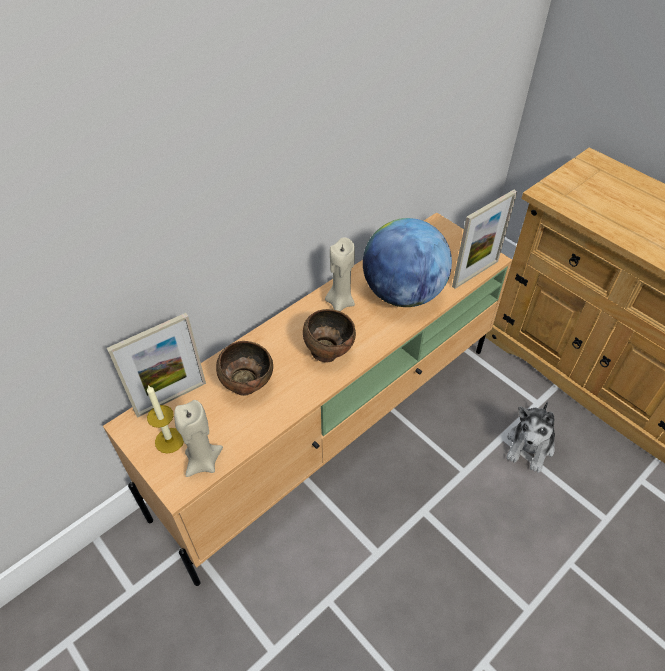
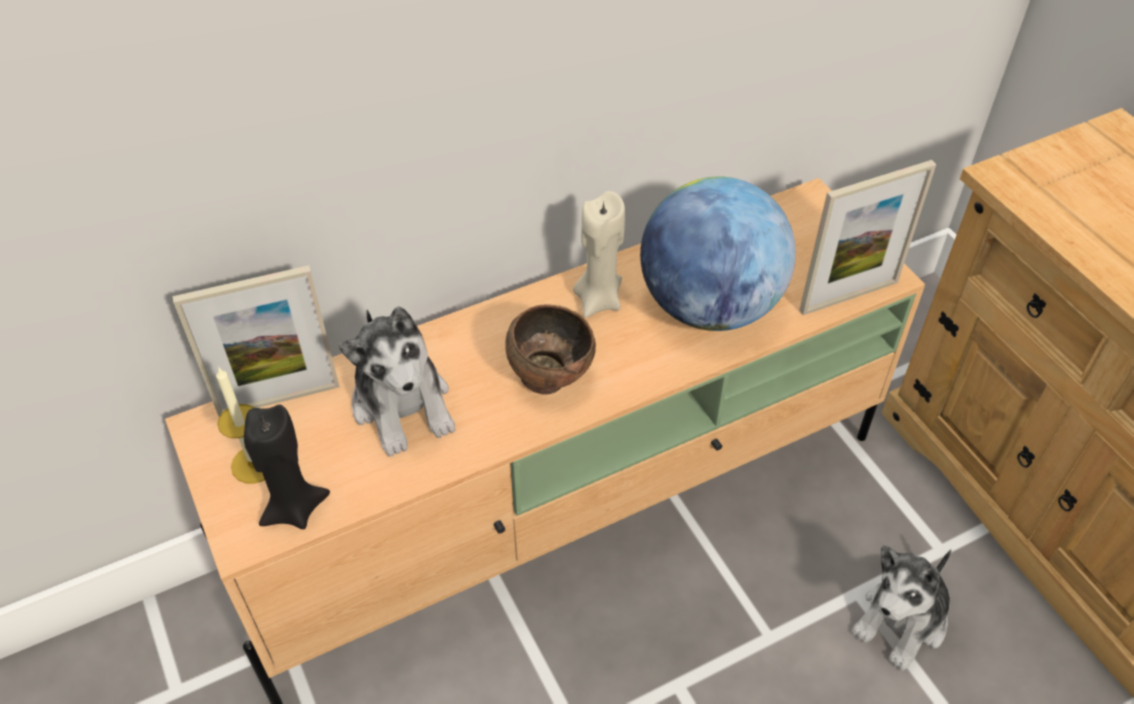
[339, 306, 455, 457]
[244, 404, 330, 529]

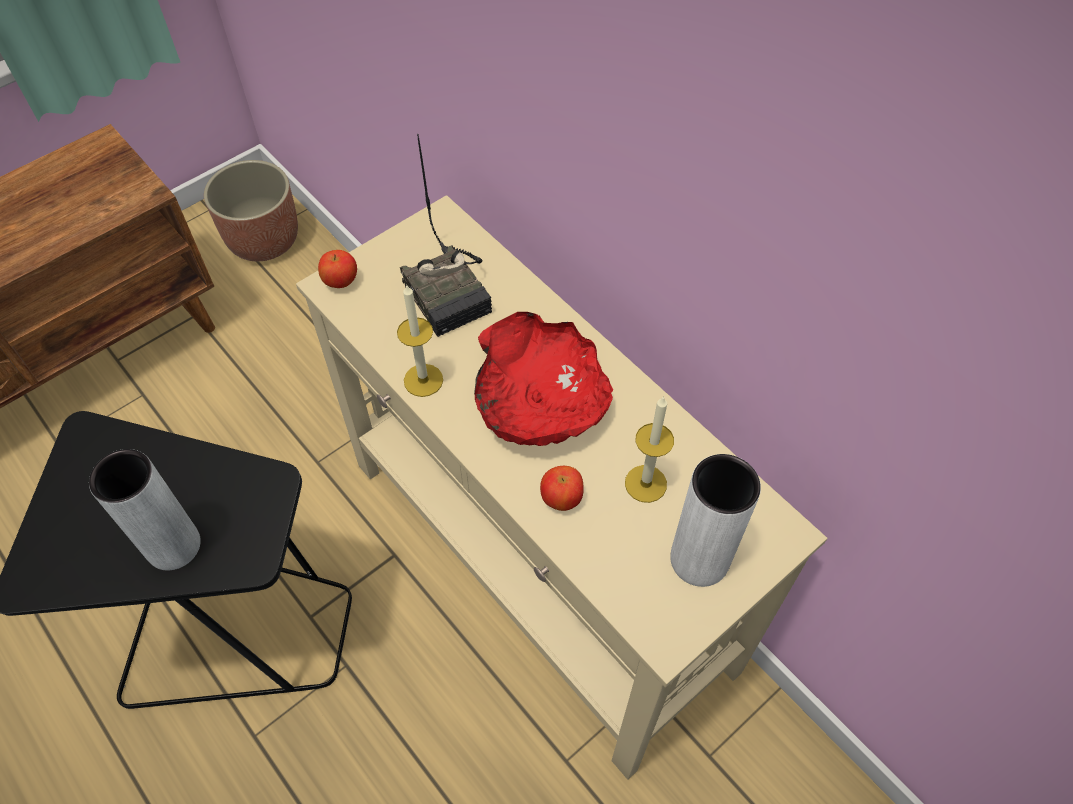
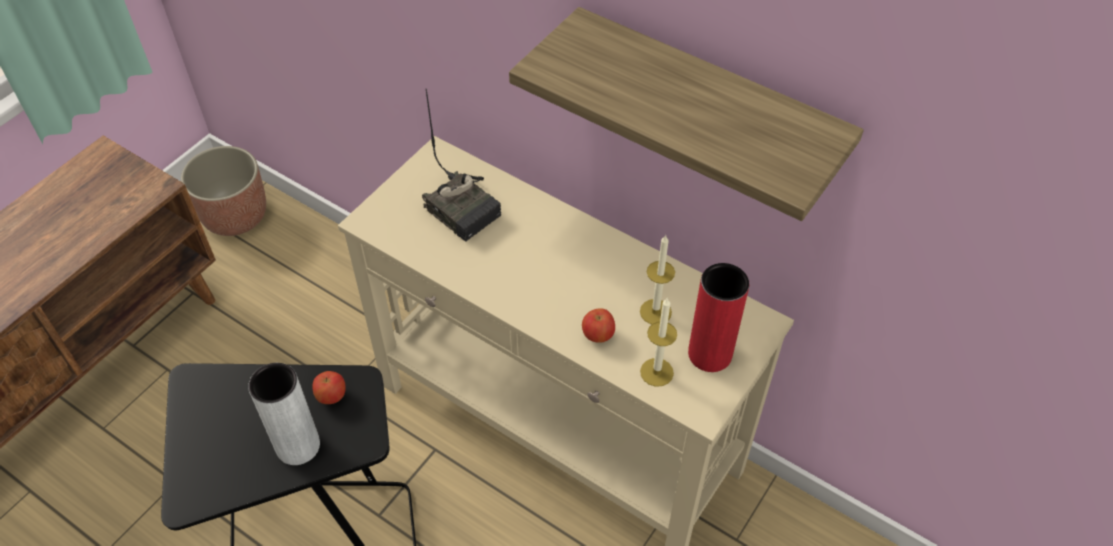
[312, 371, 346, 404]
[640, 297, 677, 387]
[474, 312, 613, 446] (first image)
[688, 263, 749, 372]
[509, 7, 864, 221]

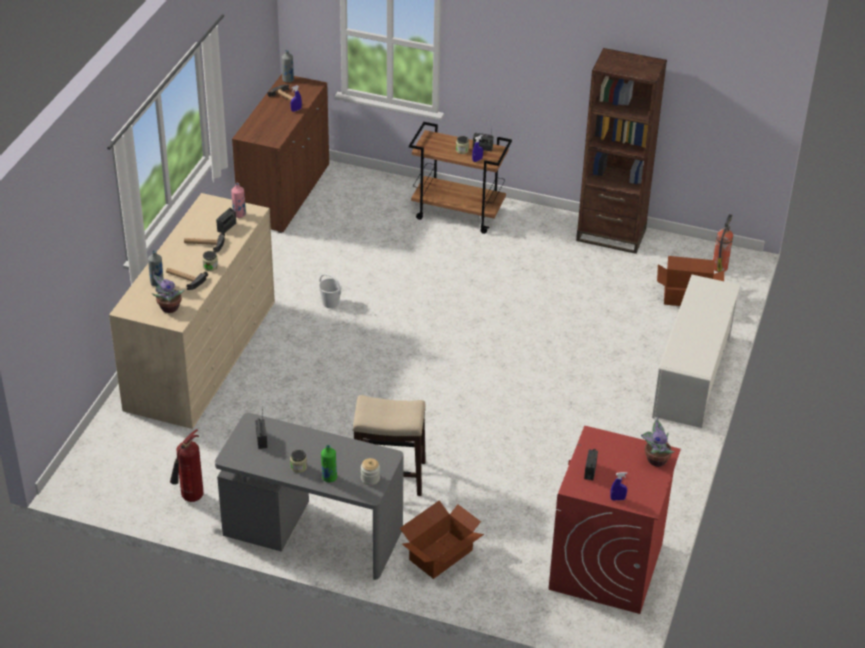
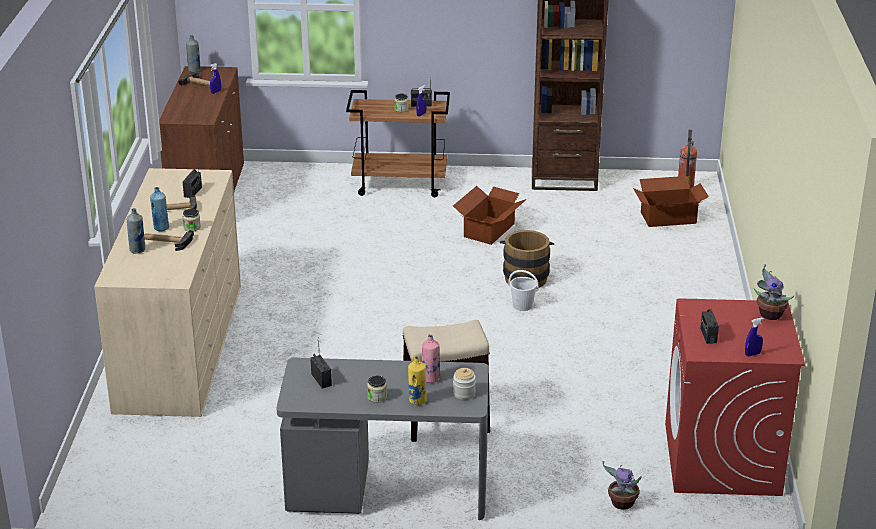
[422, 334, 440, 383]
[603, 461, 642, 510]
[508, 270, 539, 311]
[652, 275, 741, 428] (first image)
[170, 429, 203, 502] (first image)
[408, 356, 427, 405]
[453, 186, 527, 245]
[150, 187, 169, 231]
[500, 230, 554, 289]

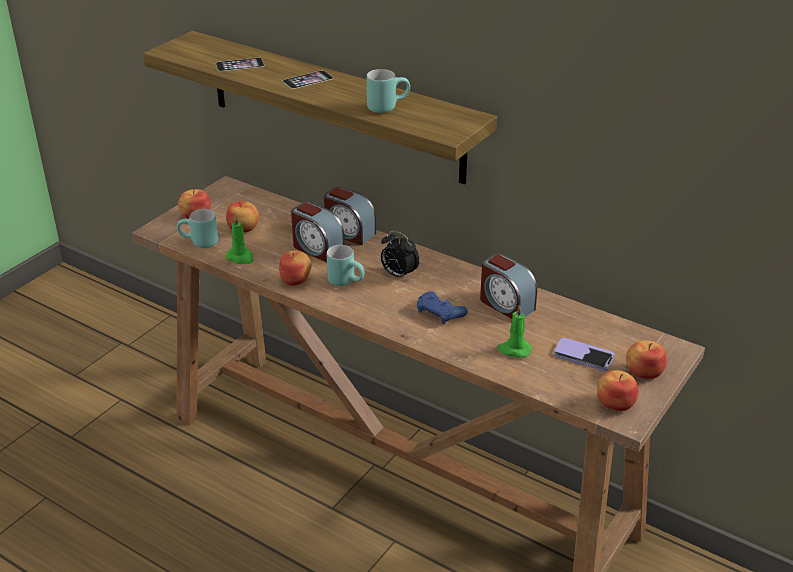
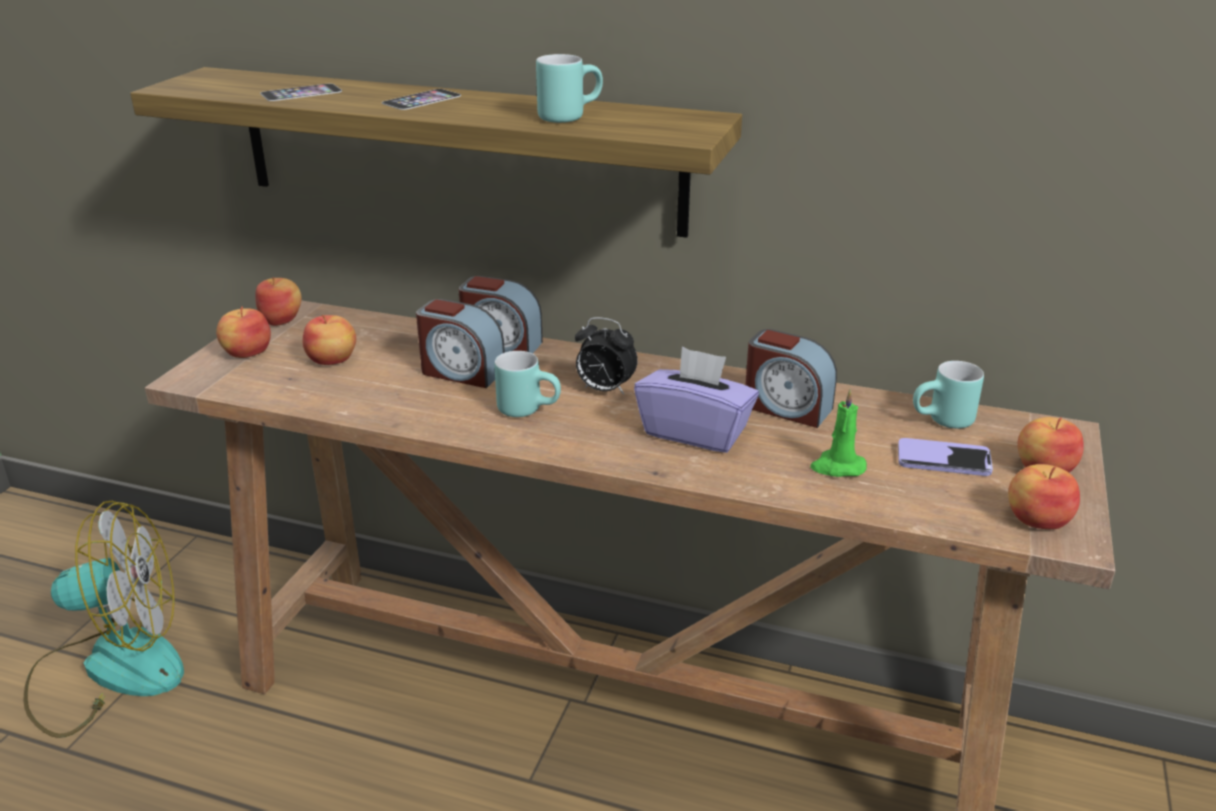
[913, 361, 984, 429]
[226, 215, 253, 264] (first image)
[255, 277, 302, 326]
[634, 347, 759, 453]
[24, 501, 184, 738]

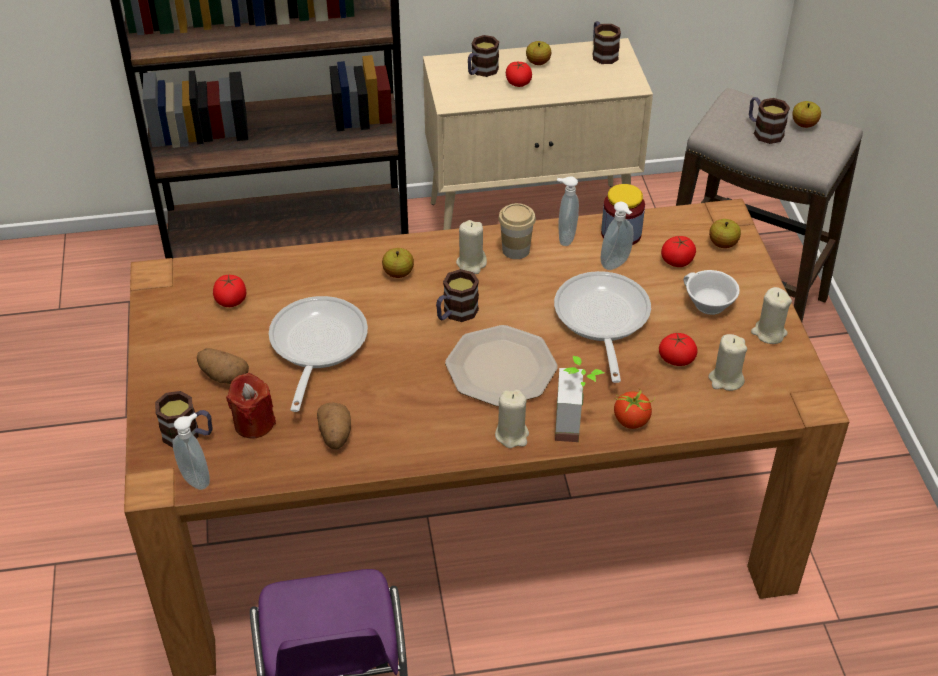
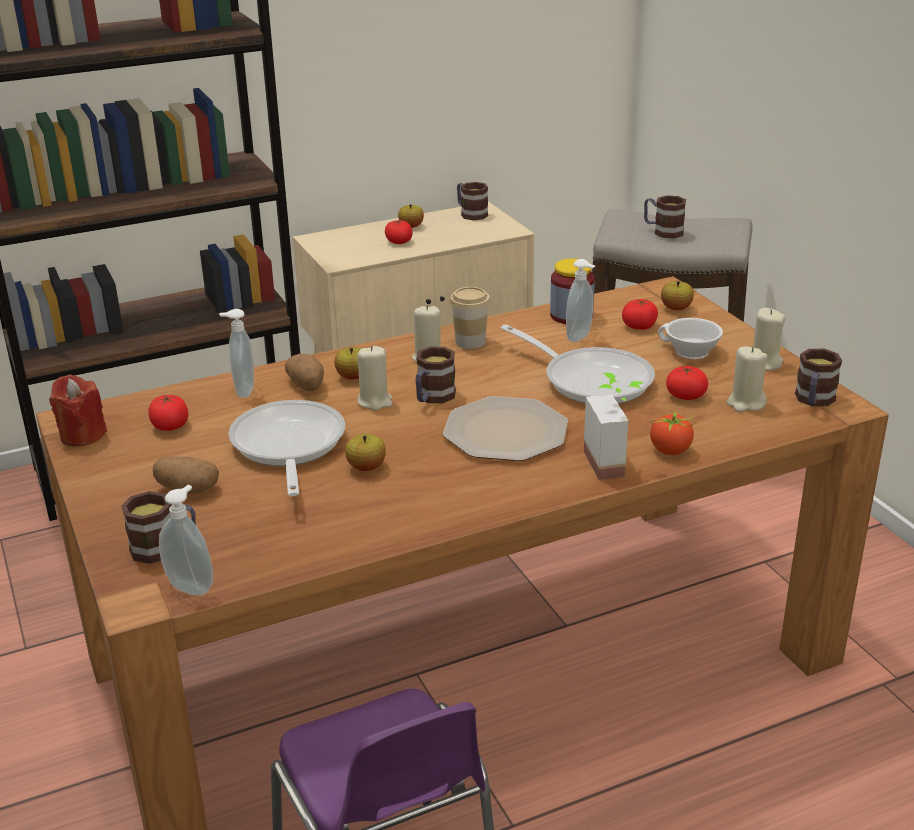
[795, 349, 842, 406]
[345, 433, 386, 471]
[219, 309, 254, 398]
[501, 324, 655, 404]
[49, 375, 107, 446]
[357, 346, 393, 410]
[285, 354, 324, 391]

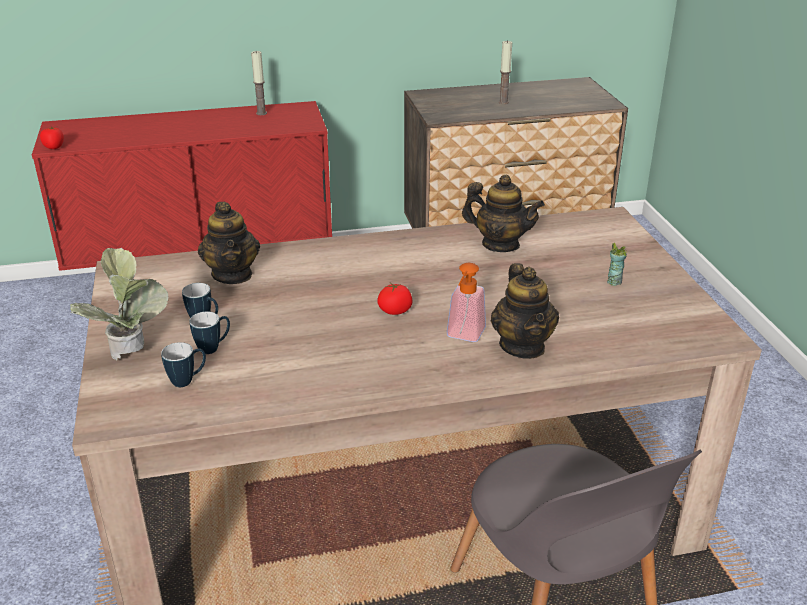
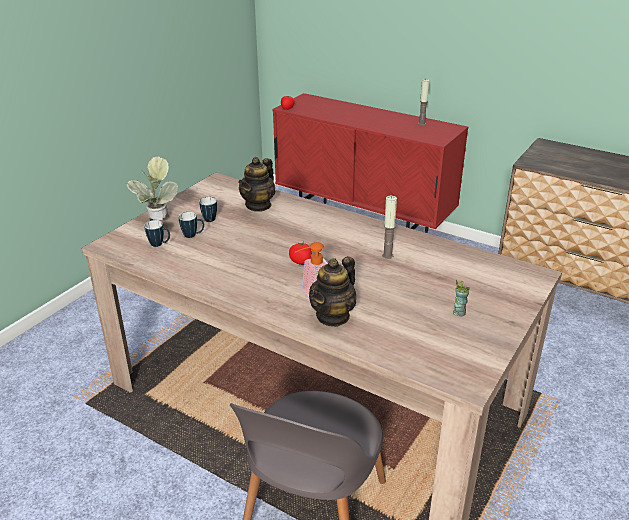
[382, 196, 397, 259]
[462, 175, 545, 252] (first image)

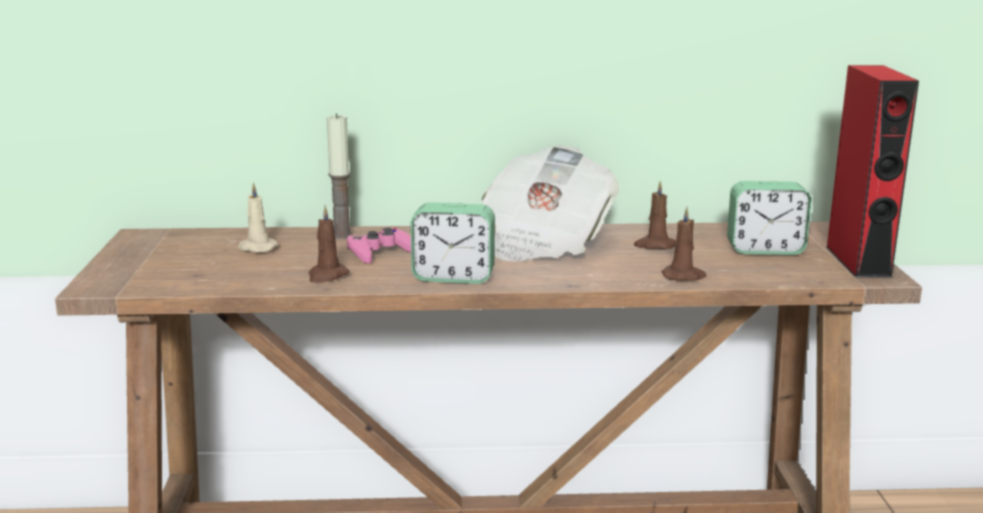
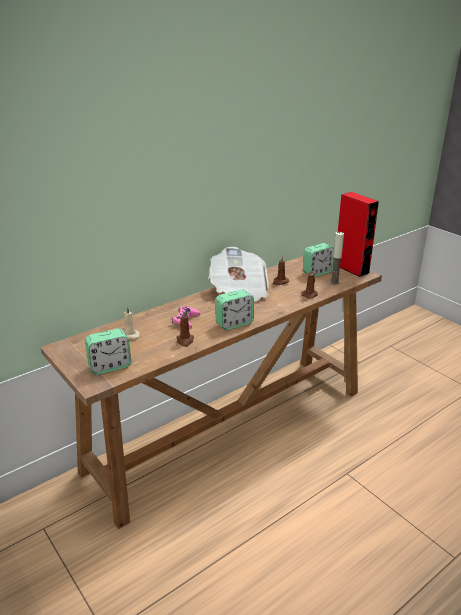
[330, 232, 344, 285]
[85, 329, 131, 375]

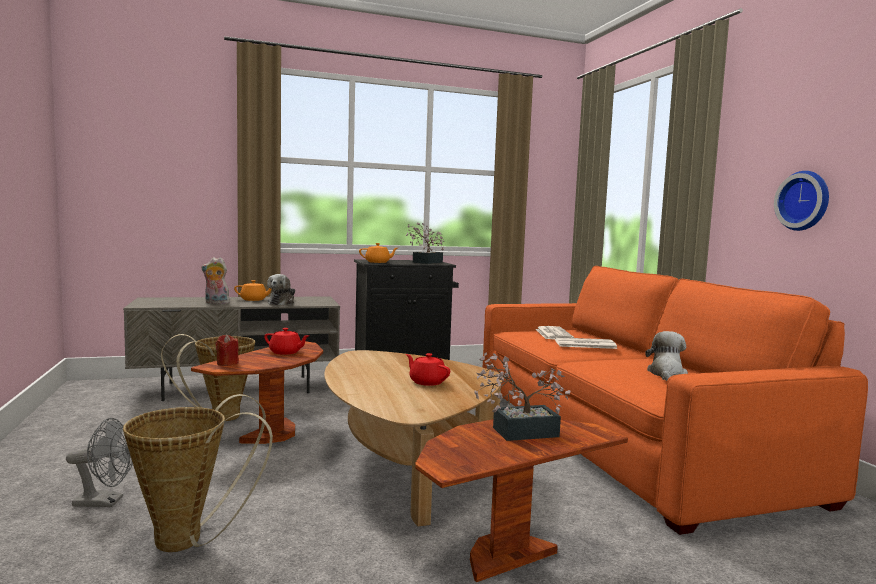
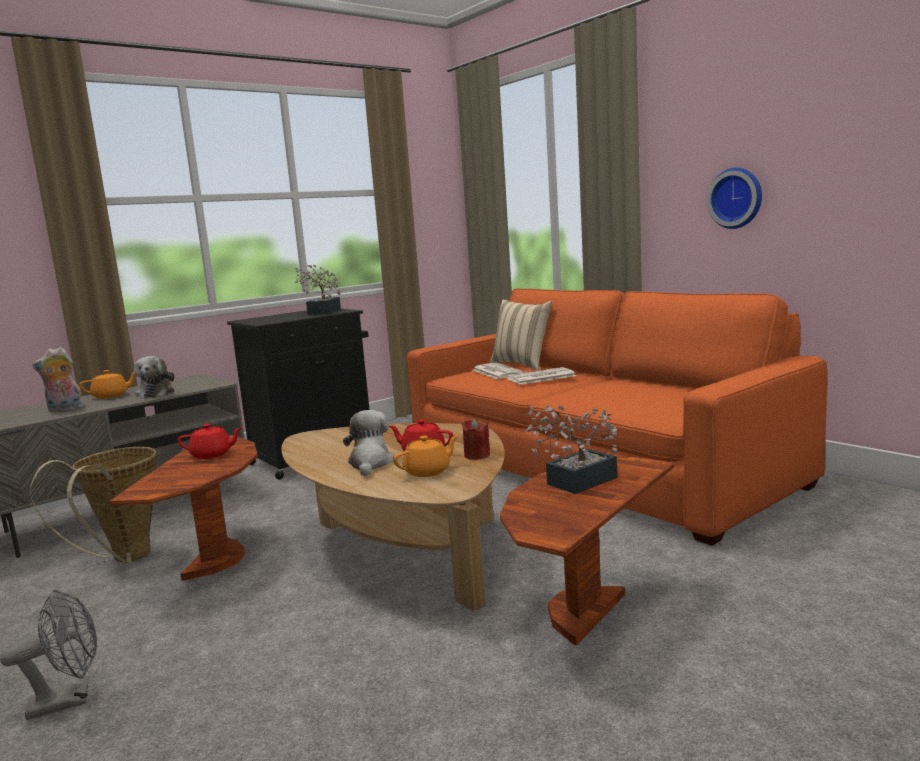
[393, 435, 459, 477]
[343, 410, 394, 476]
[462, 419, 490, 460]
[123, 394, 273, 552] (first image)
[490, 300, 552, 370]

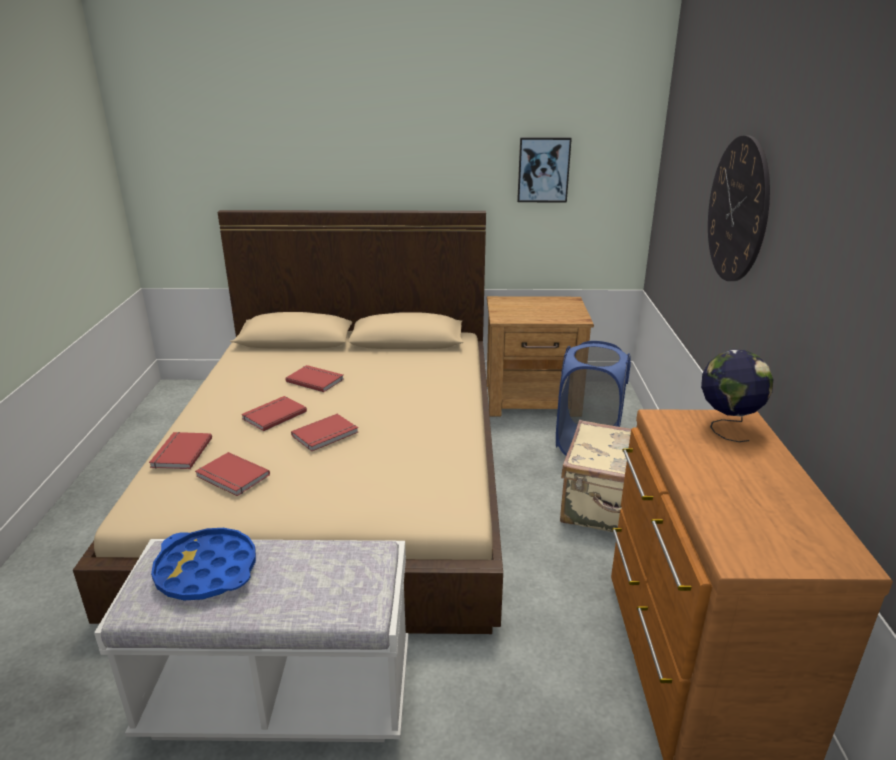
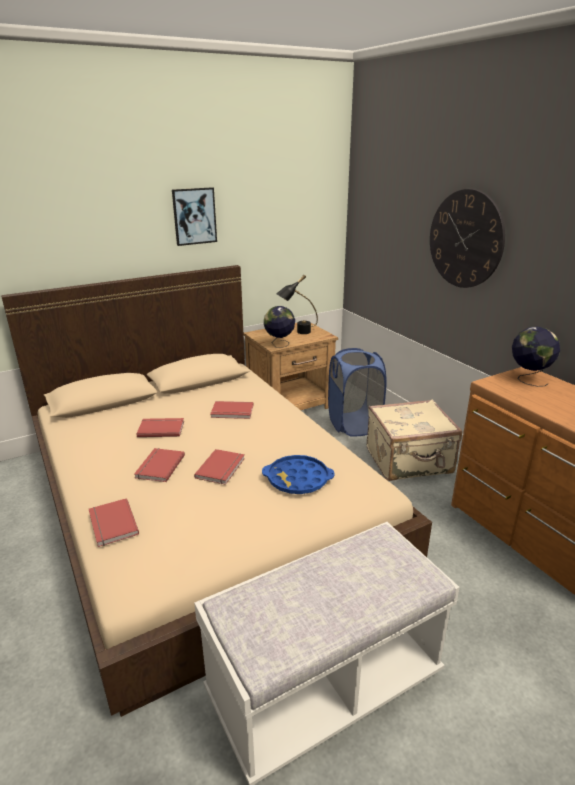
[172, 187, 217, 246]
[210, 401, 253, 419]
[262, 455, 335, 494]
[276, 275, 318, 334]
[264, 306, 295, 348]

